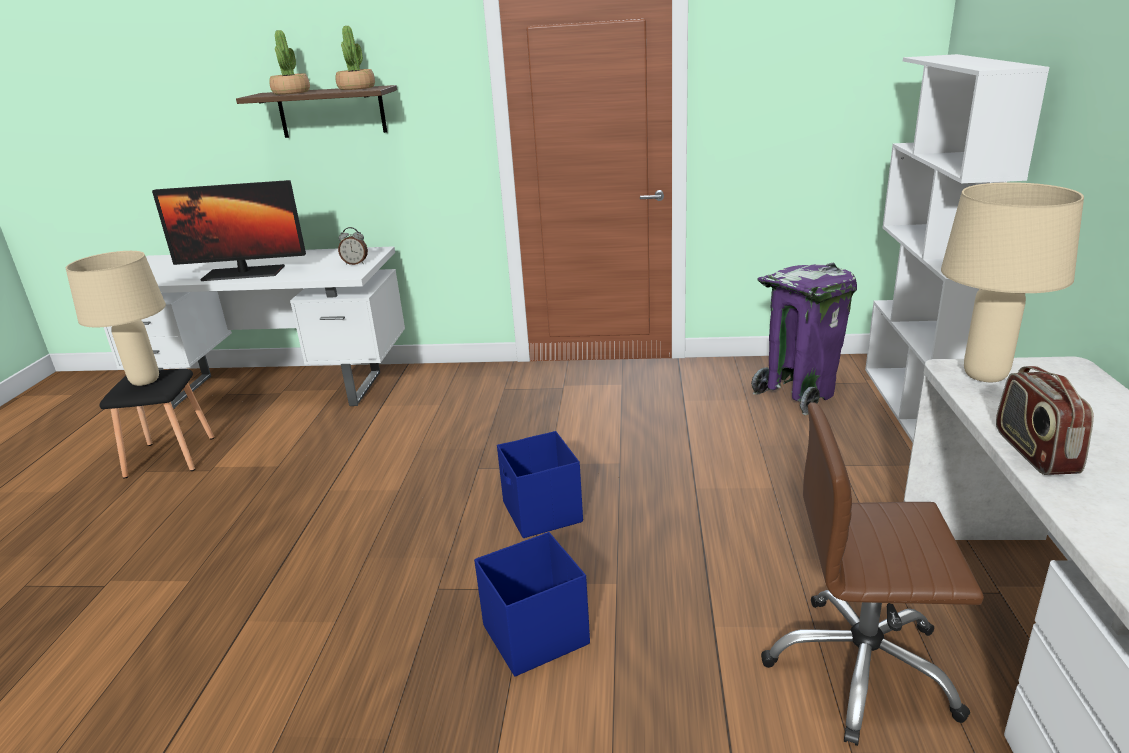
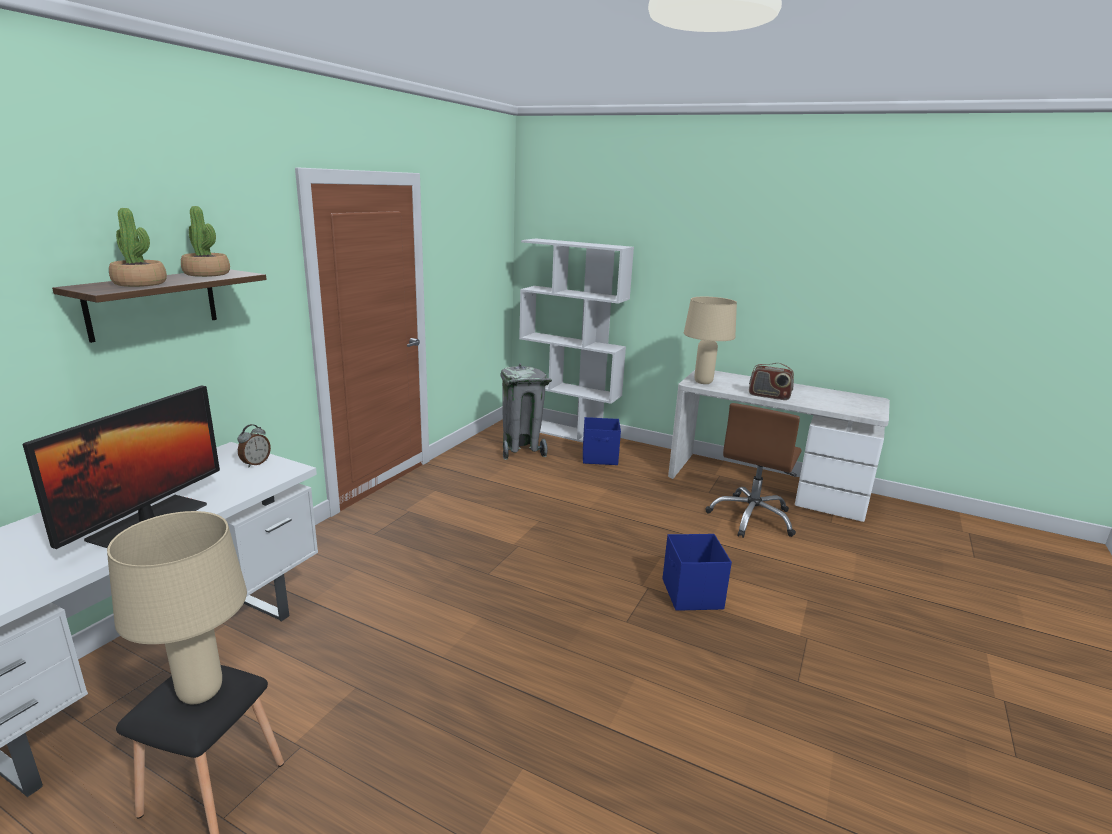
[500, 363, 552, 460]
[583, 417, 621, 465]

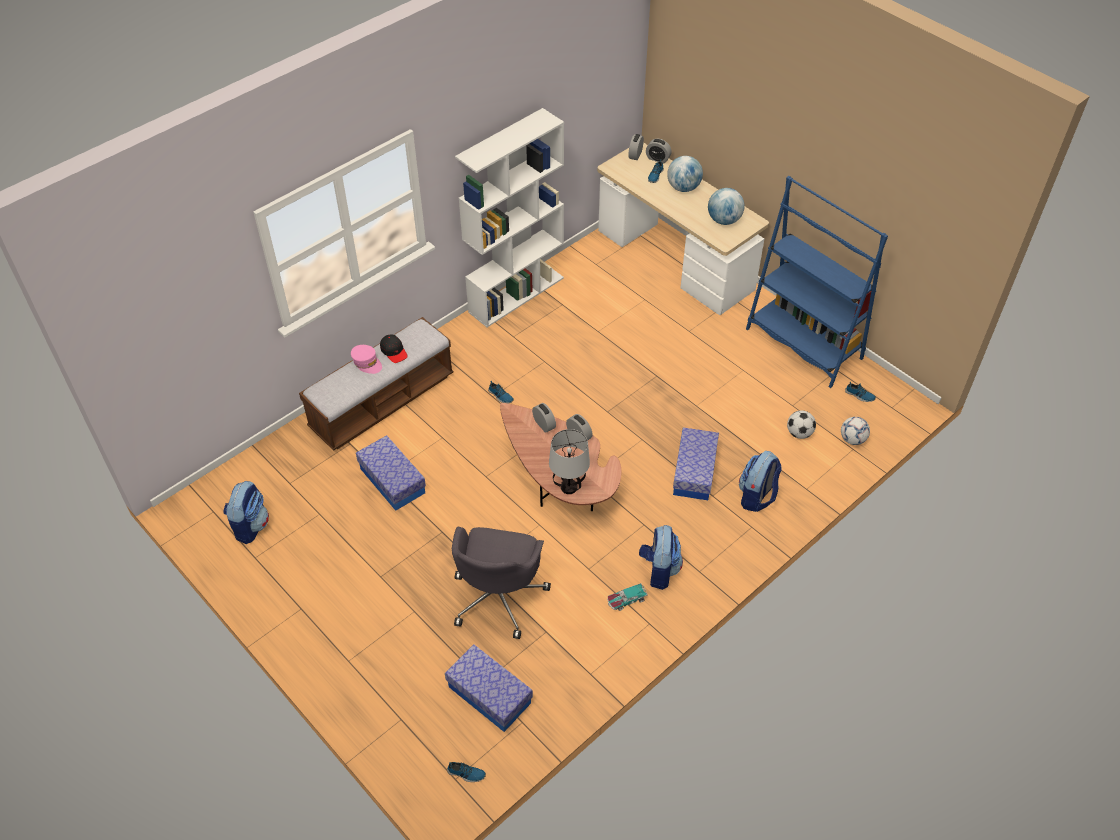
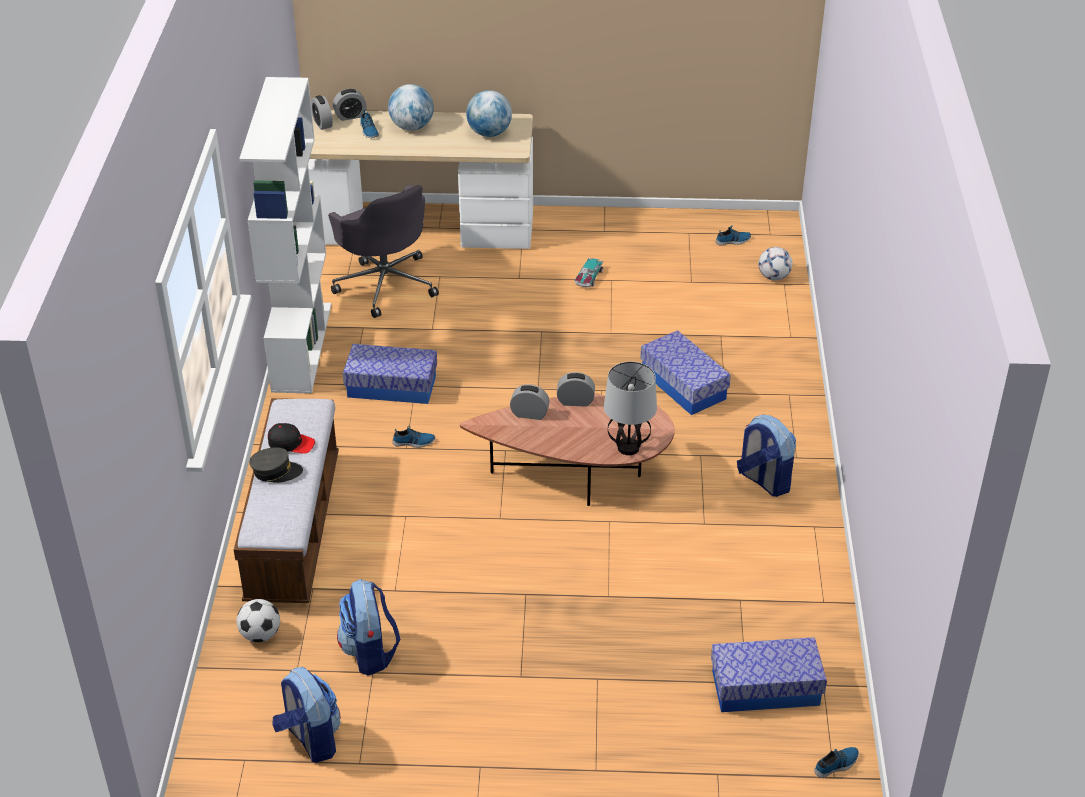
[746, 176, 888, 388] (first image)
[249, 447, 303, 483]
[237, 599, 280, 642]
[343, 344, 437, 404]
[337, 579, 401, 675]
[328, 185, 439, 318]
[575, 258, 603, 287]

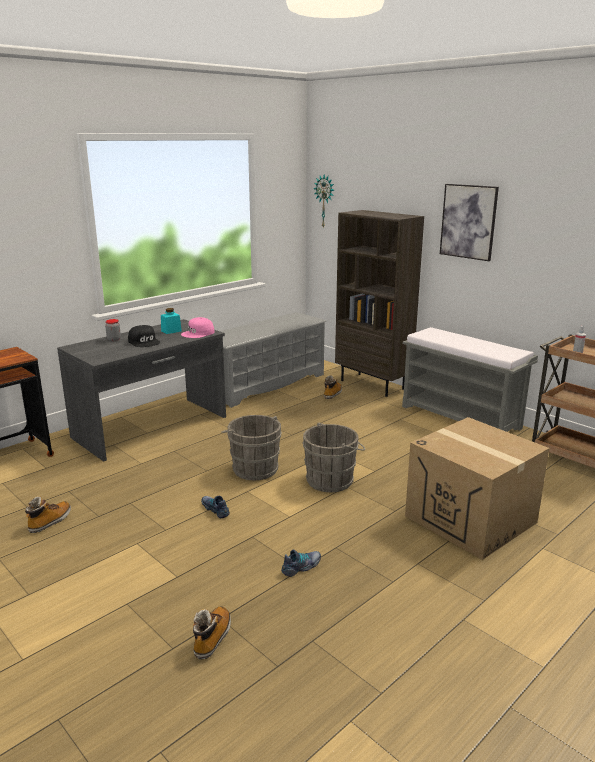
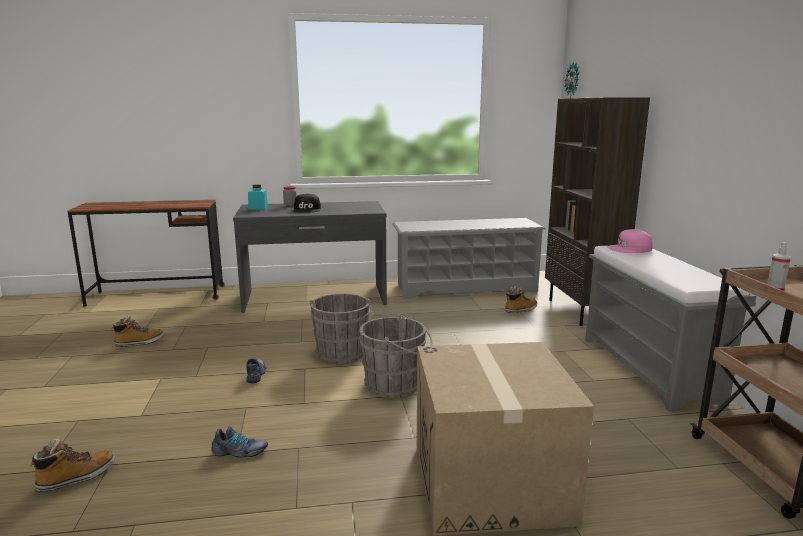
[440, 184, 499, 261] (first image)
[248, 184, 268, 209]
[607, 229, 653, 253]

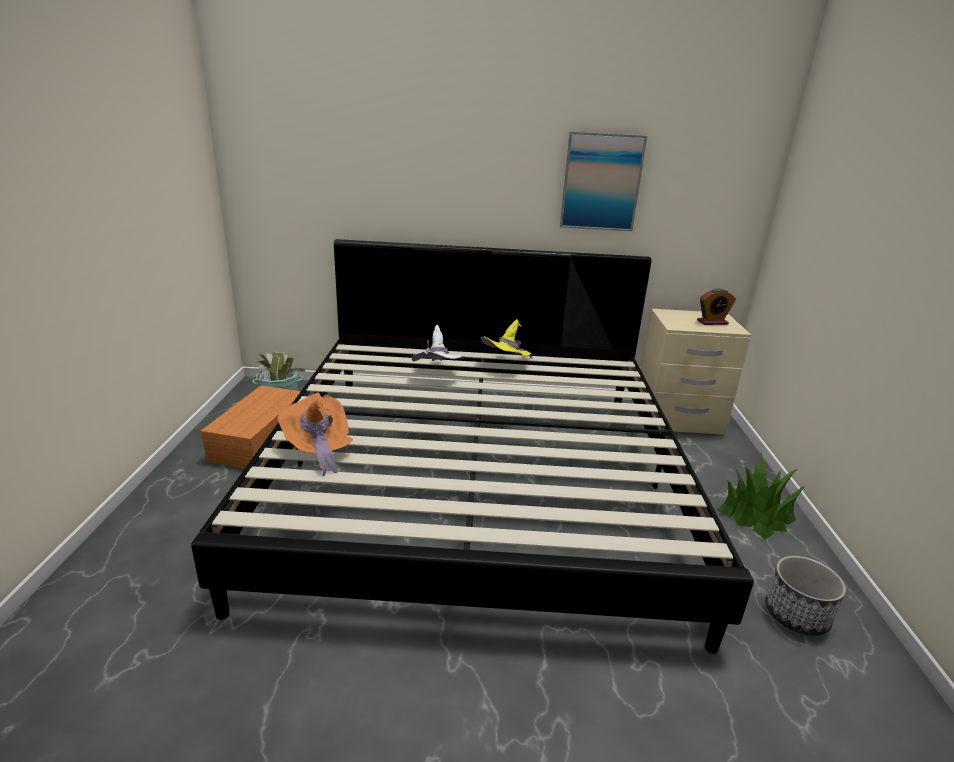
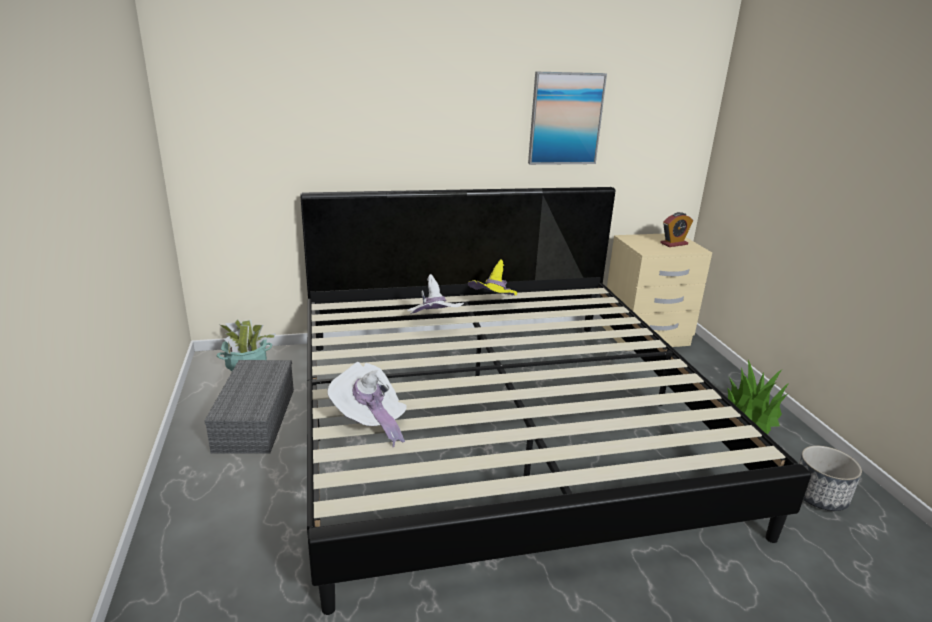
[204, 360, 294, 453]
[327, 362, 406, 448]

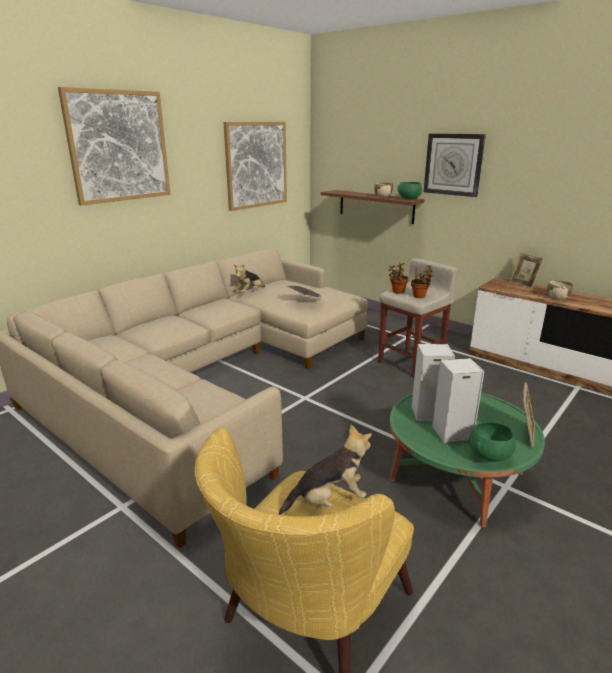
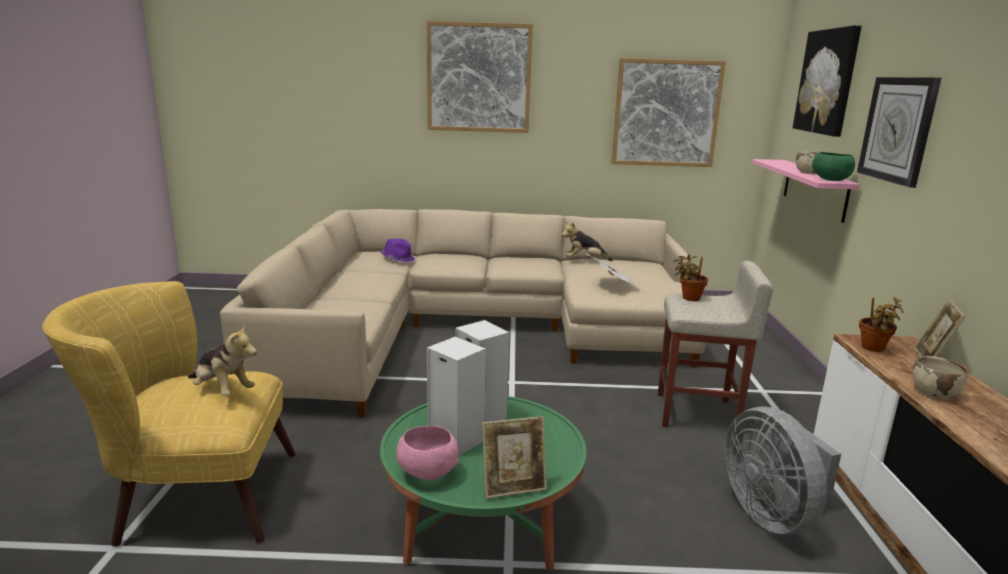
[752, 159, 860, 223]
[859, 297, 904, 352]
[396, 426, 459, 480]
[793, 25, 862, 137]
[380, 239, 415, 262]
[725, 407, 841, 534]

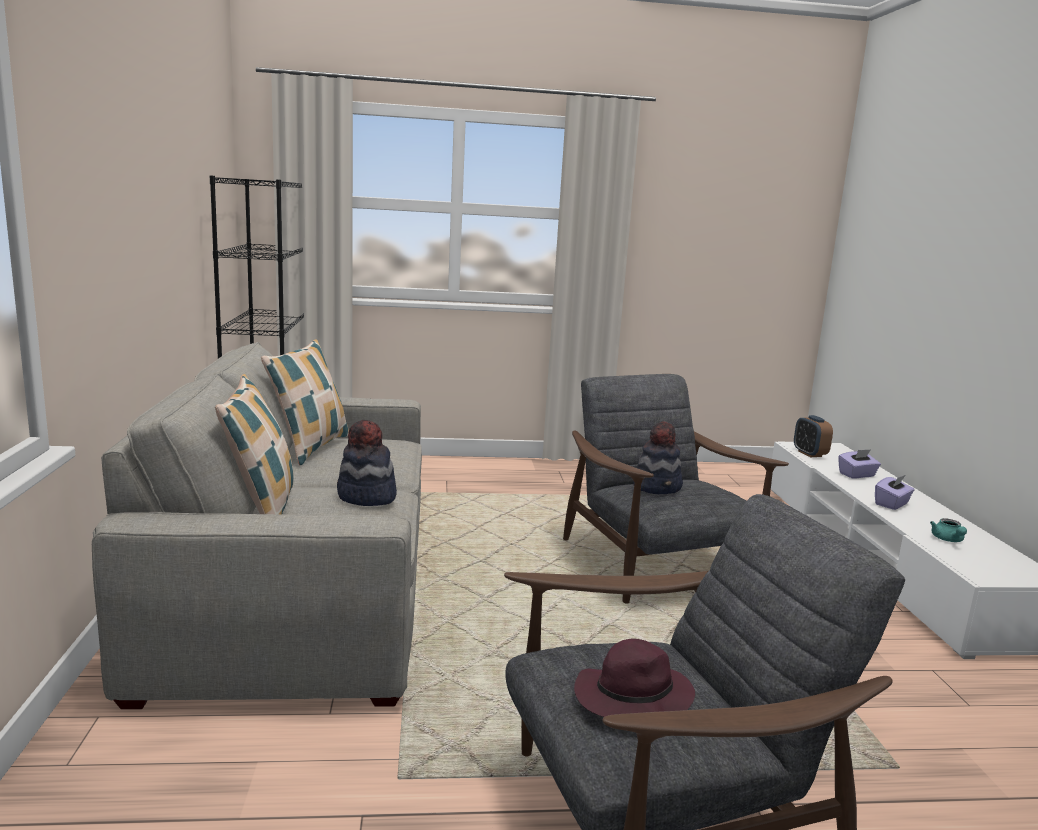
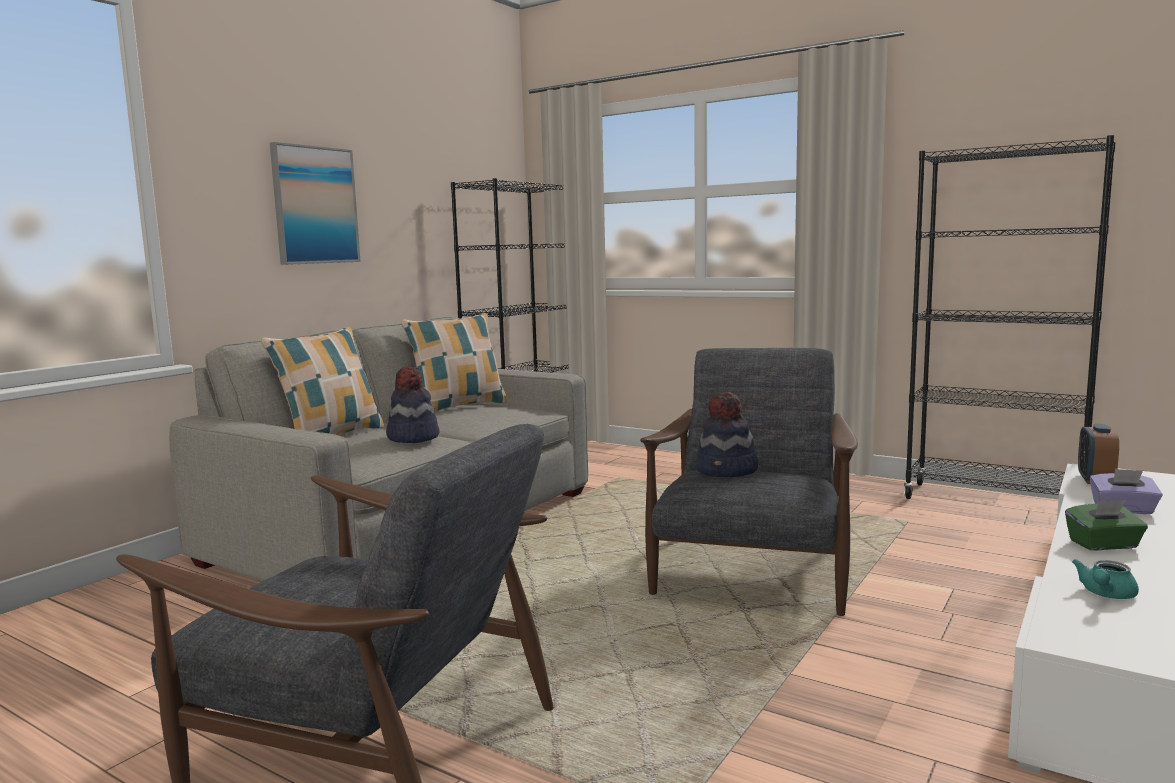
[1065, 500, 1148, 550]
[574, 639, 695, 717] (first image)
[903, 135, 1116, 499]
[270, 142, 361, 265]

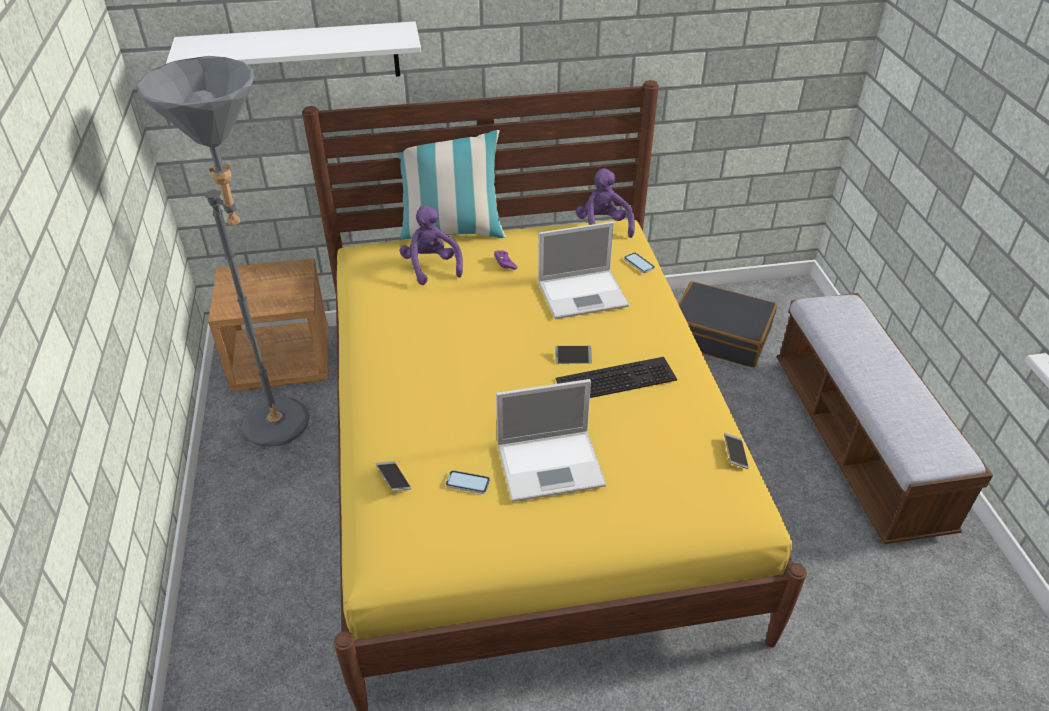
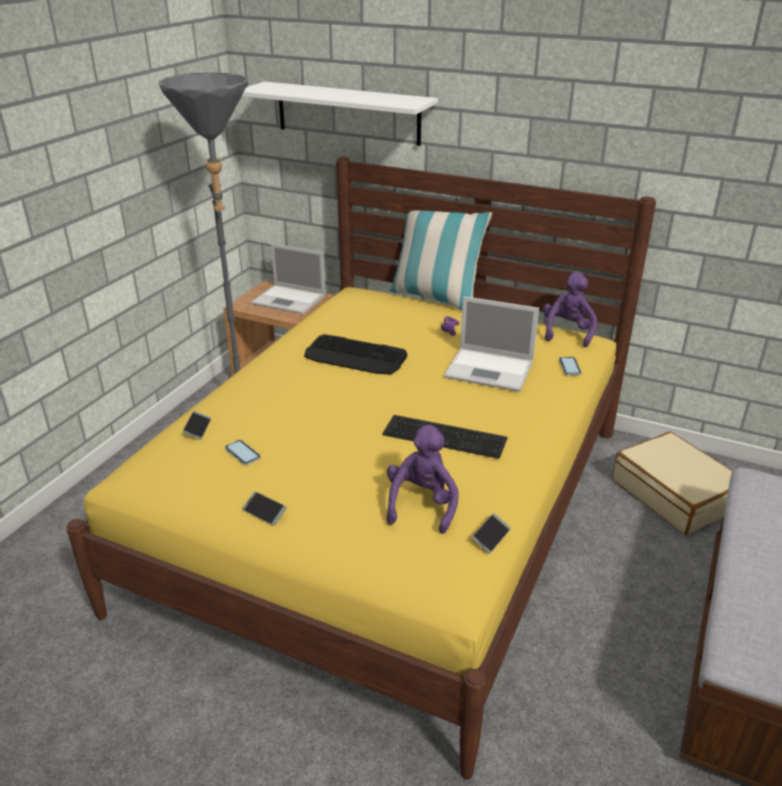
[386, 425, 459, 534]
[612, 431, 732, 535]
[242, 492, 287, 526]
[251, 244, 326, 314]
[304, 334, 408, 375]

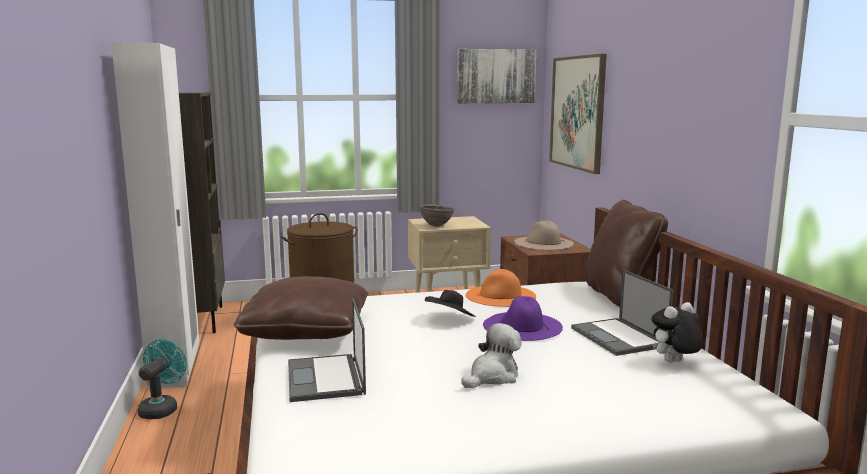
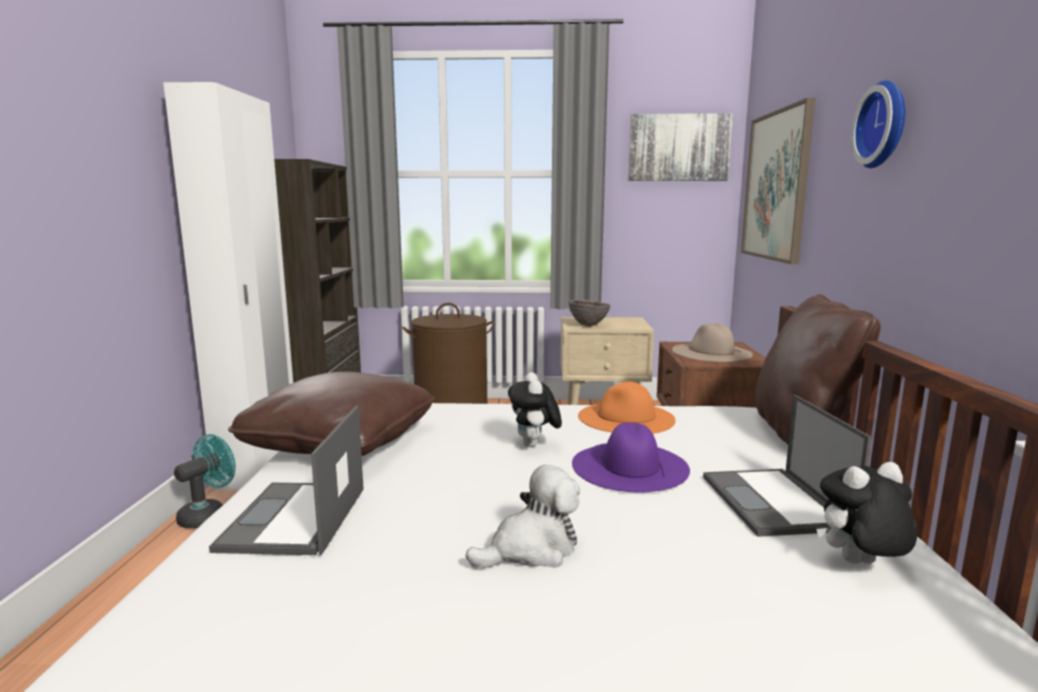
[508, 372, 562, 447]
[851, 80, 905, 168]

